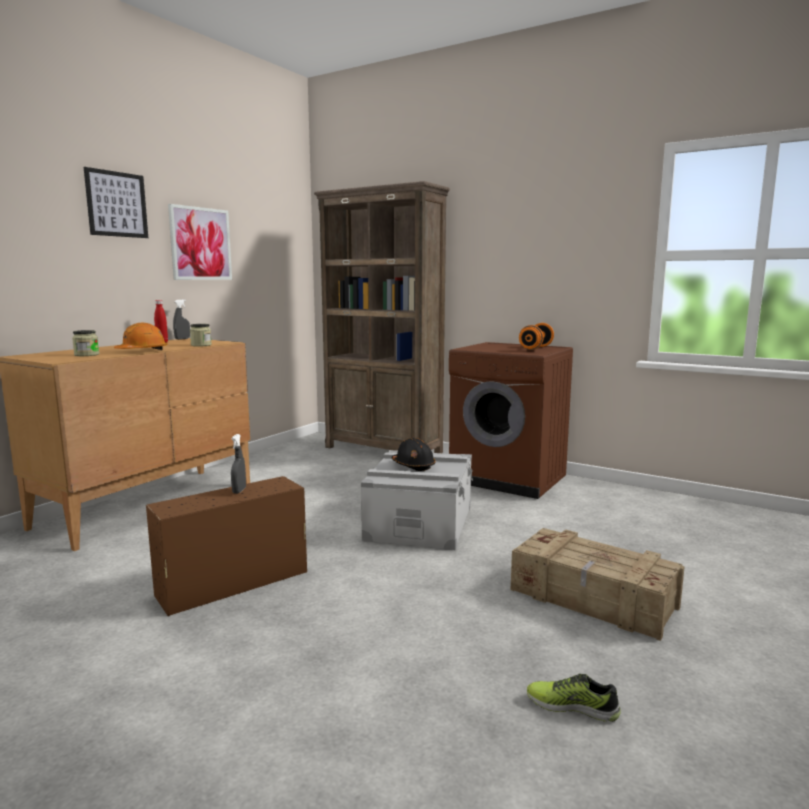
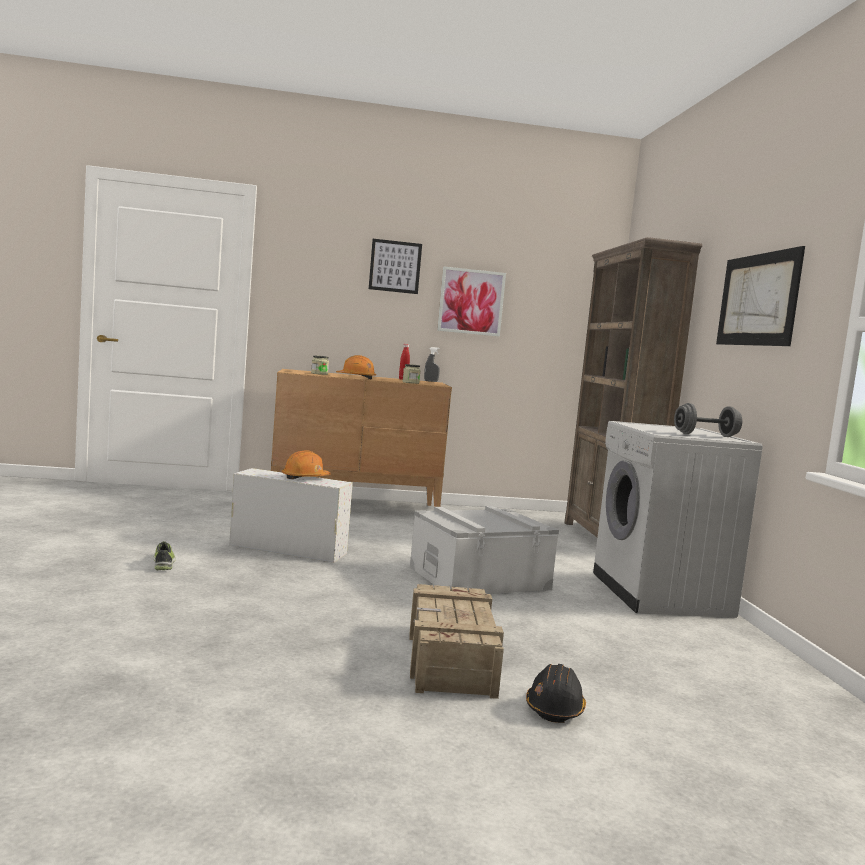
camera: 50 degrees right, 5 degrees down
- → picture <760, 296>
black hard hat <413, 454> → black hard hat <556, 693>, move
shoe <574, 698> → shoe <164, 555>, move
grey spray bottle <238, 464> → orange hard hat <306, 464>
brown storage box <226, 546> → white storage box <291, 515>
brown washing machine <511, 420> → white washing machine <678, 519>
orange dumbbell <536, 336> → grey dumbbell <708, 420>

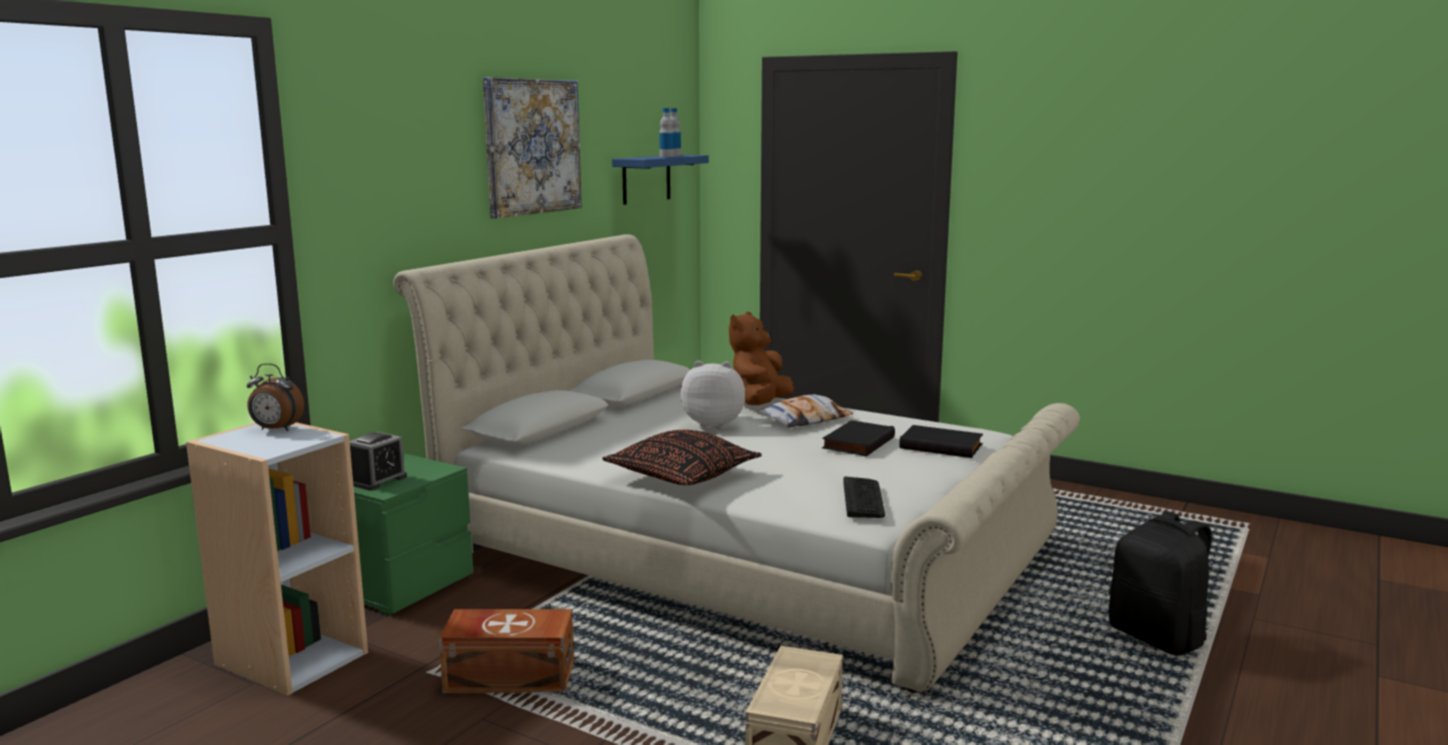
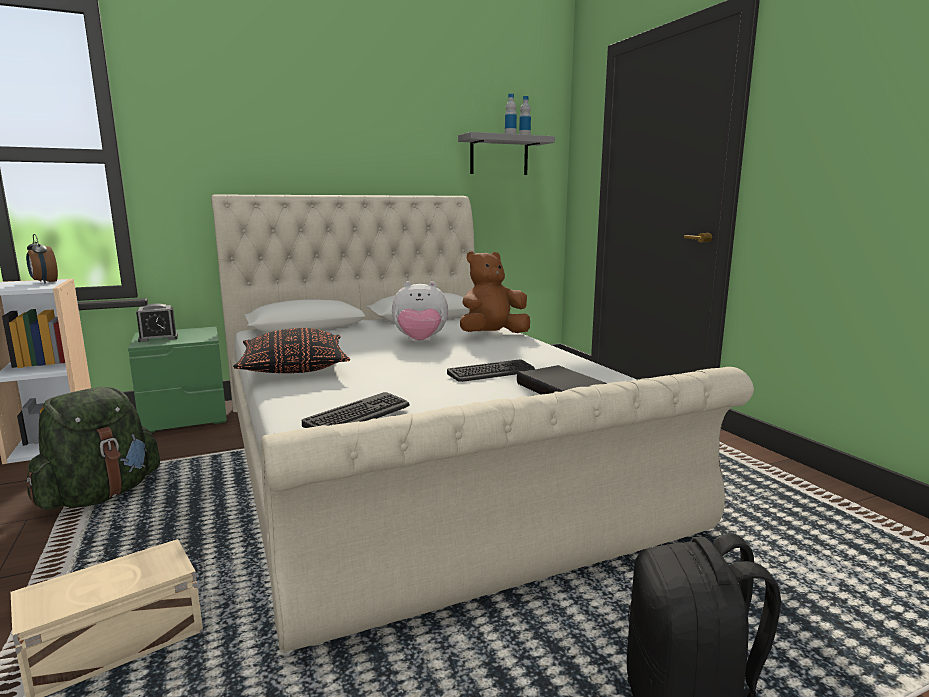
camera: 35 degrees right, 0 degrees up
picture <532, 148> → -
pillow <805, 411> → -
brown storage box <506, 651> → green backpack <93, 448>
black book <858, 438> → keyboard <491, 370>
blue shelf <660, 180> → grey shelf <506, 153>
plush toy <713, 395> → plush toy <420, 311>, 135 degrees clockwise

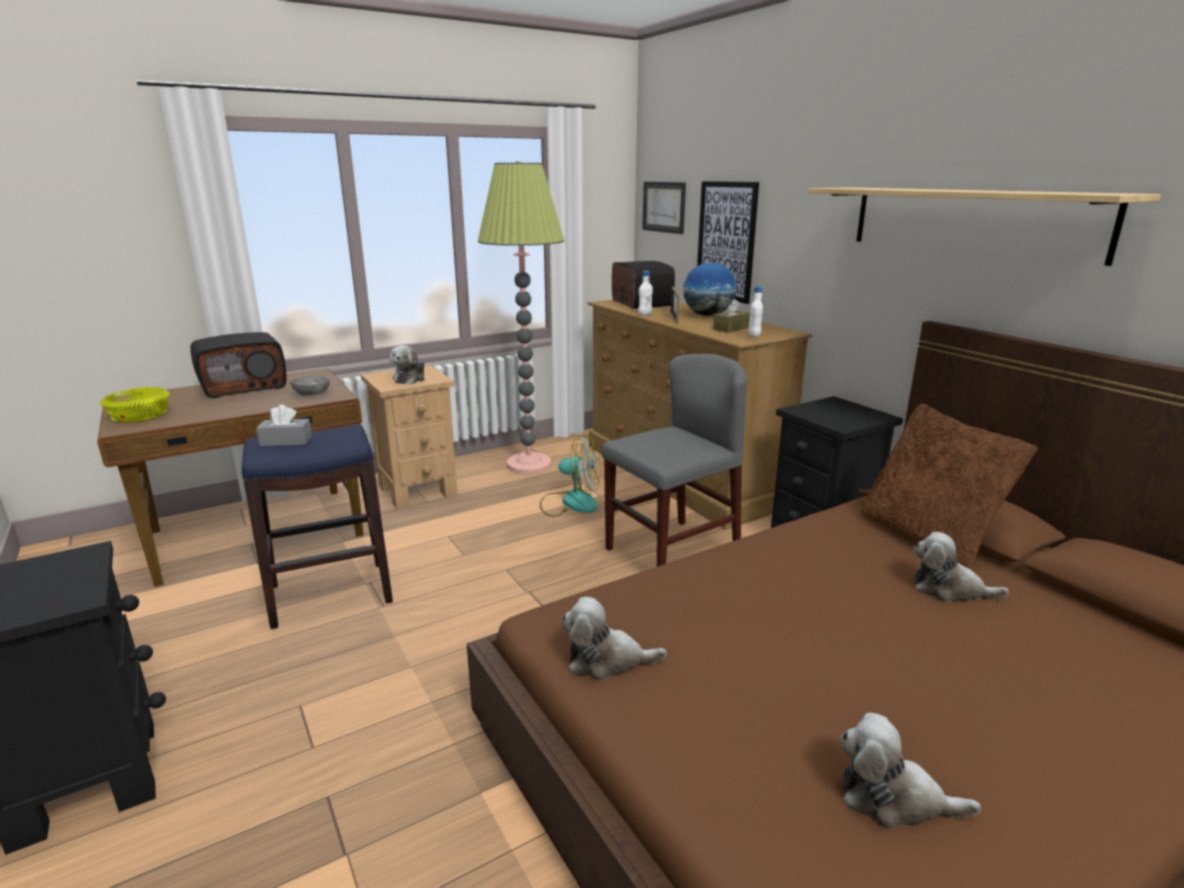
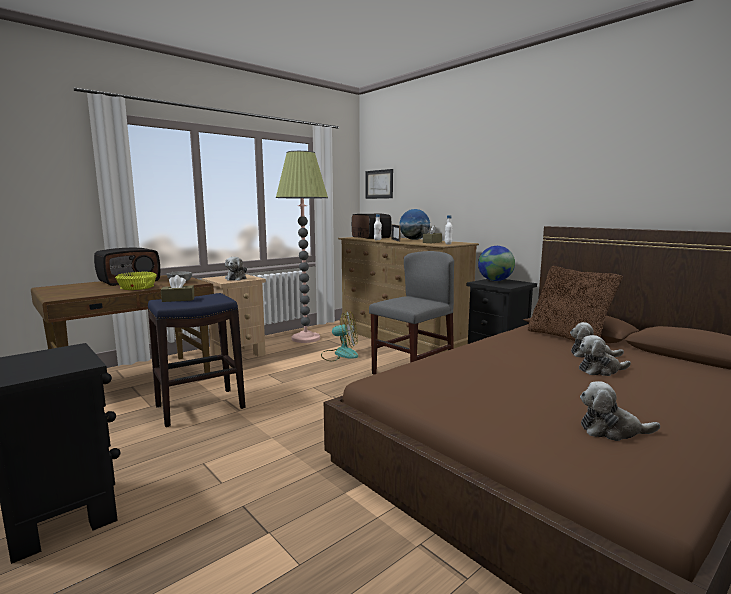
camera: 10 degrees left, 10 degrees down
picture <728, 242> → -
shelf <984, 226> → -
- → globe <496, 263>
yellow bowl <135, 404> → yellow bowl <136, 281>, move
plush toy <614, 639> → plush toy <605, 355>, move
grey tissue box <284, 425> → brown tissue box <177, 288>

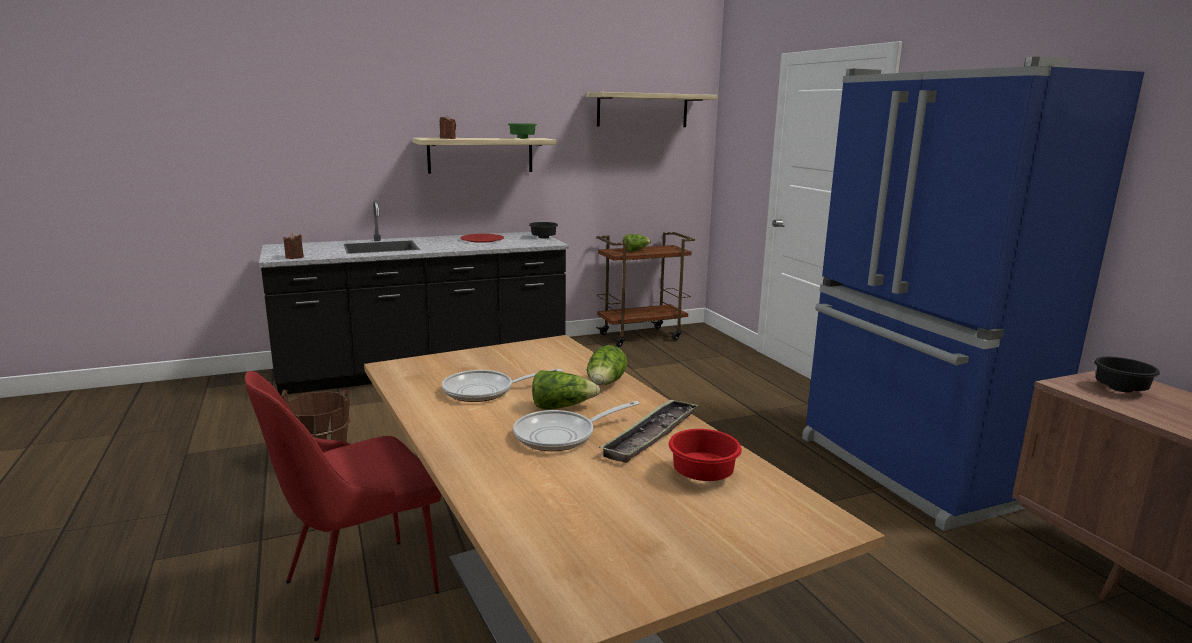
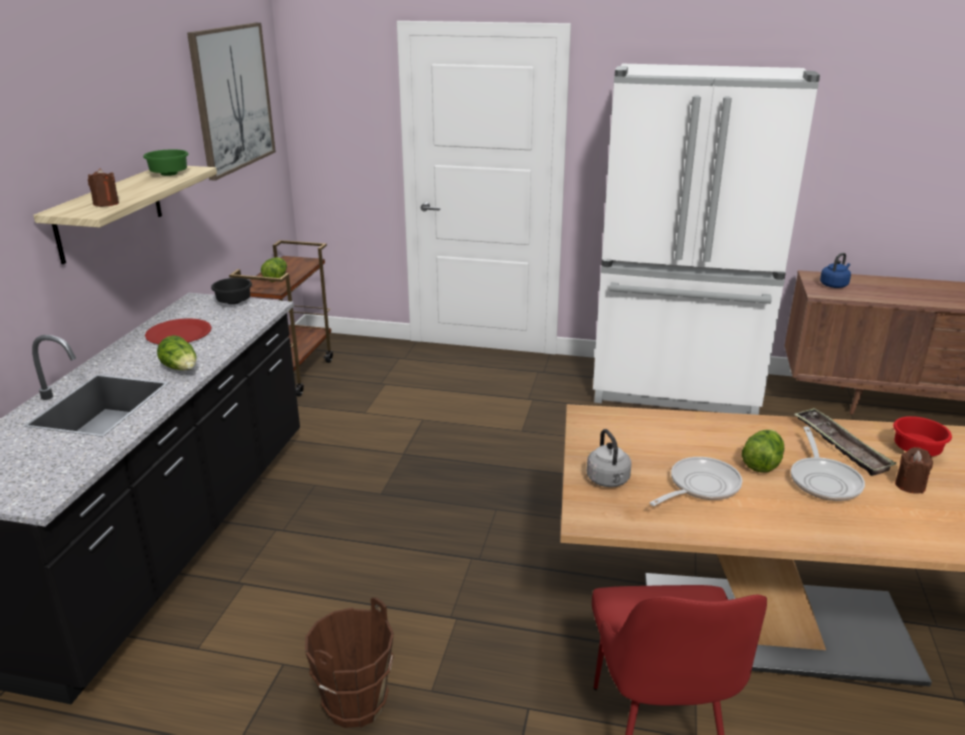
camera: 55 degrees left, 10 degrees up
- → grey kettle <608, 458>
brown candle <293, 246> → brown candle <914, 470>, move
lettuce <607, 365> → lettuce <176, 352>, move
shelf <651, 109> → picture <231, 102>
black bowl <1127, 374> → blue kettle <835, 270>
blue fridge <973, 294> → white fridge <706, 239>
frying pan <502, 385> → frying pan <695, 481>, 150 degrees counterclockwise

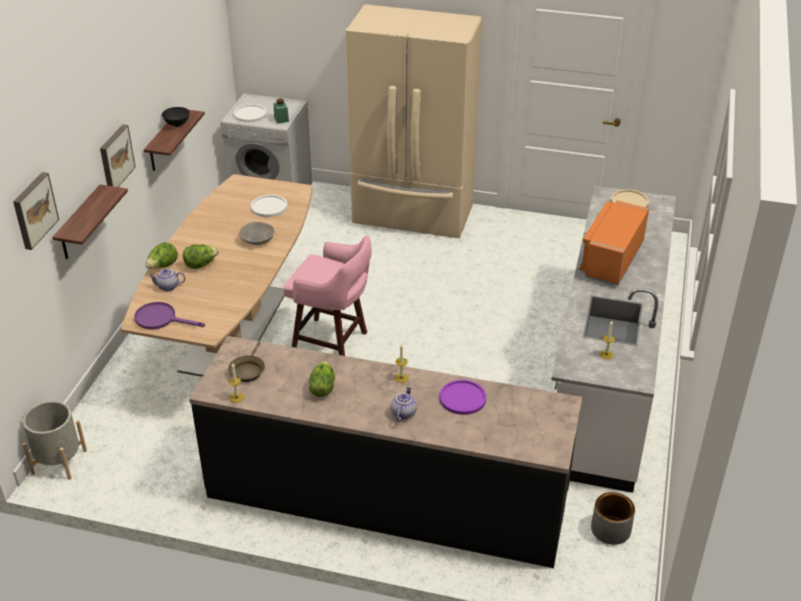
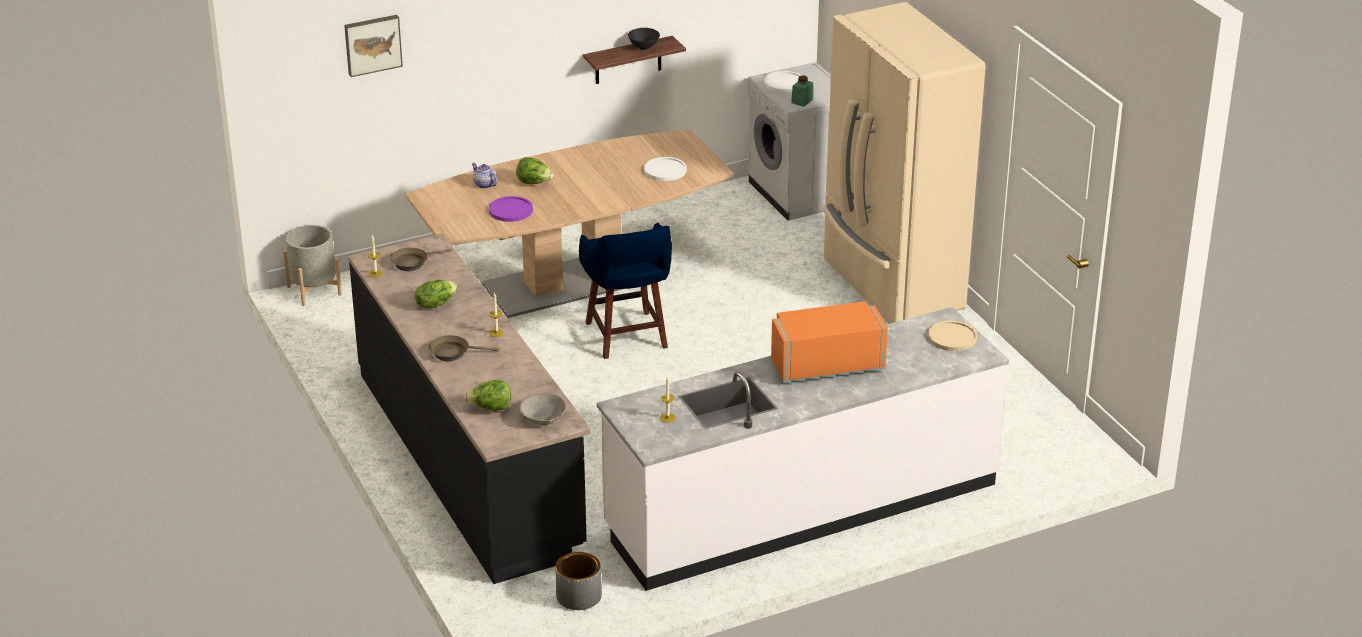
camera: 50 degrees right, 5 degrees down
shelf <90, 222> → -
picture <118, 155> → -
purple frying pan <169, 315> → -
lettuce <161, 255> → lettuce <487, 395>, move
grey bowl <257, 233> → grey bowl <543, 409>, move
purple plate <463, 397> → purple plate <511, 209>, move
teapot <404, 403> → brown frying pan <464, 348>
pink stool <327, 295> → blue stool <625, 291>

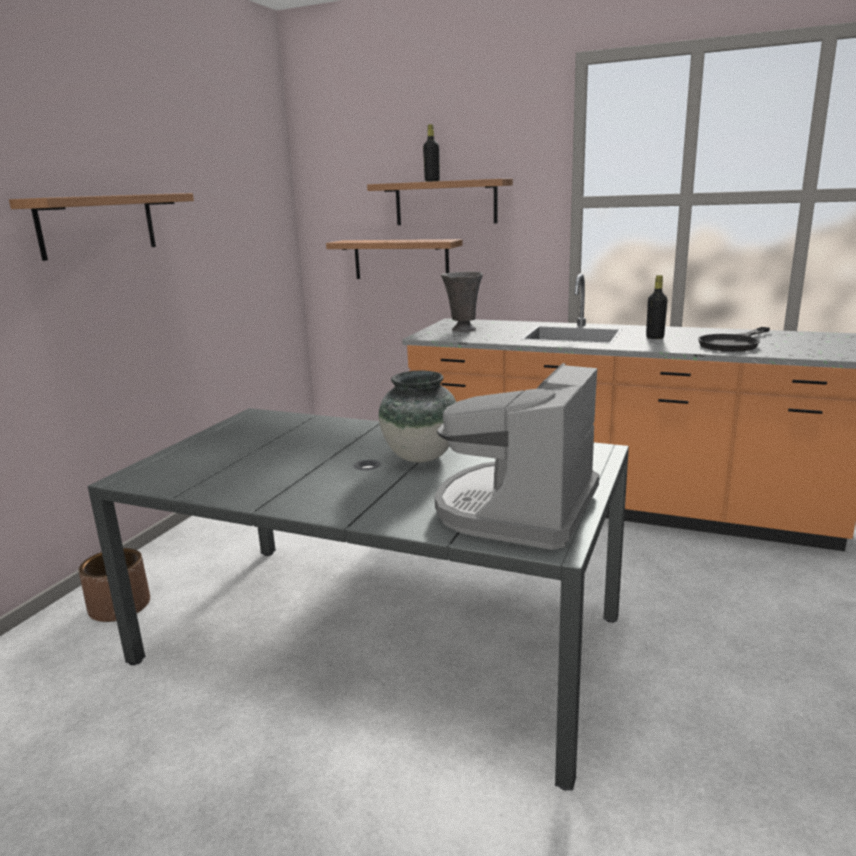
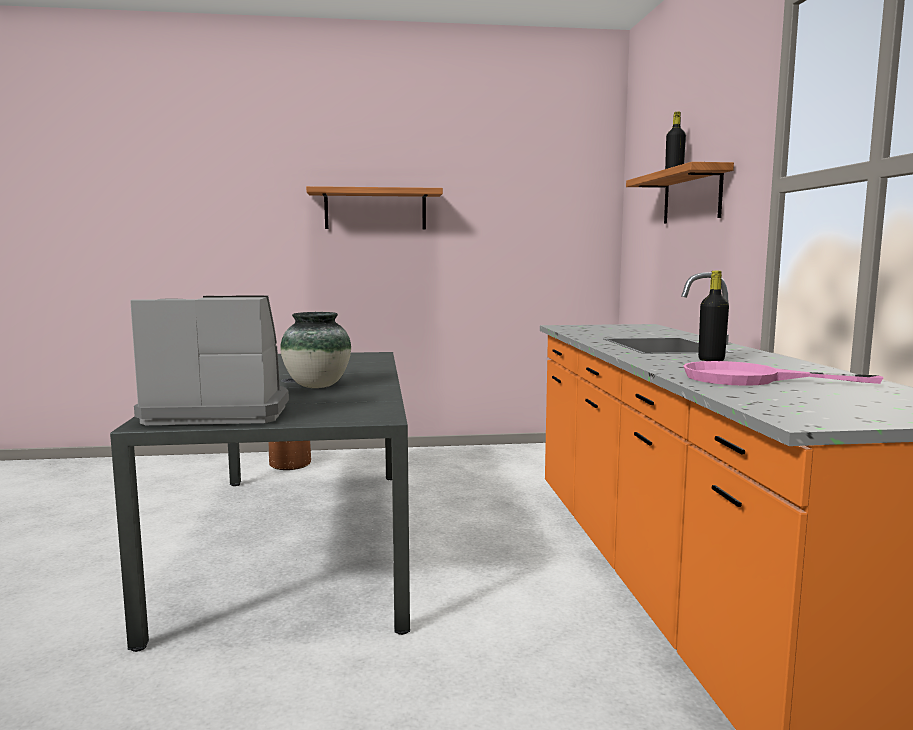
camera: 60 degrees right, 10 degrees down
shelf <394, 259> → -
grey vase <462, 302> → -
black frying pan <734, 339> → pink frying pan <783, 373>

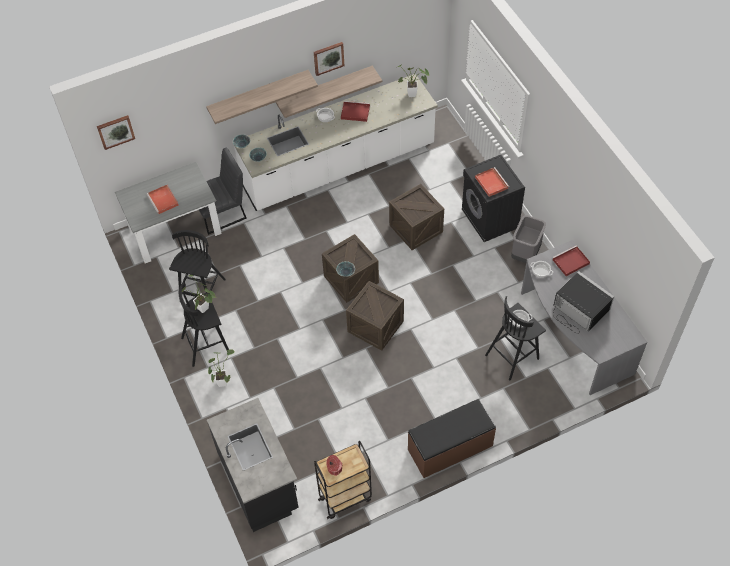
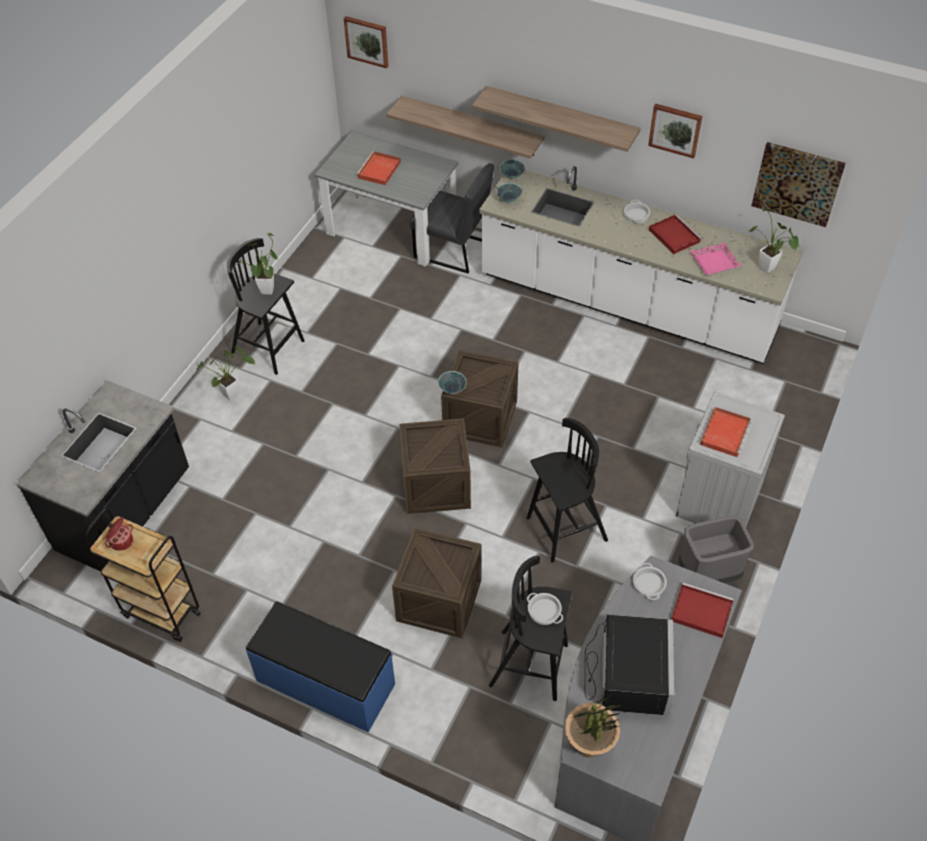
camera: 50 degrees right, 5 degrees down
- → potted plant <593, 727>
- → pink tray <715, 259>
- → picture <798, 184>
black stool <197, 266> → black stool <567, 490>, move
shelf <329, 92> → shelf <466, 127>, move
crate <416, 217> → crate <436, 583>, move
brown bench <452, 438> → blue bench <320, 666>
black washing machine <493, 198> → white washing machine <730, 459>

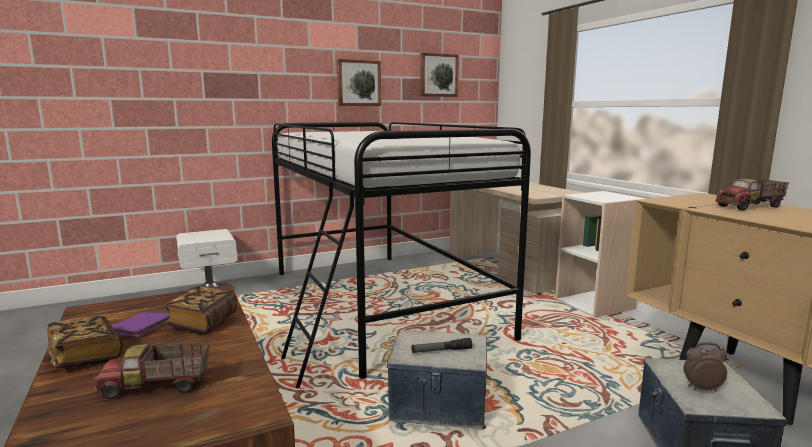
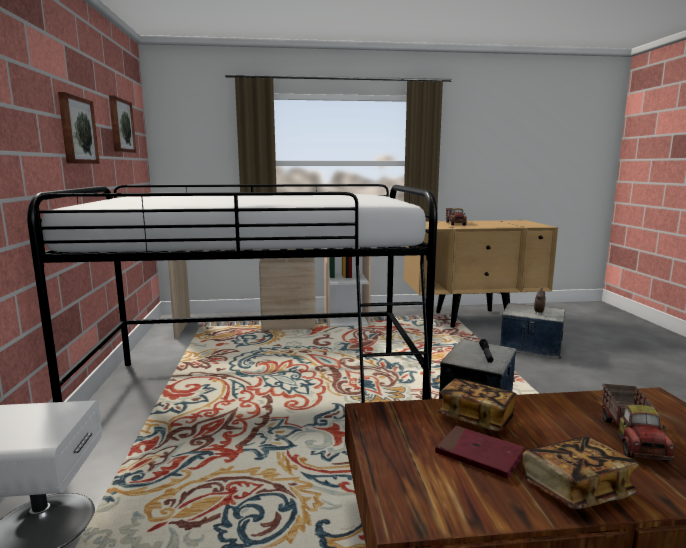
camera: 70 degrees left, 0 degrees up
purple book <141, 322> → red book <480, 452>

